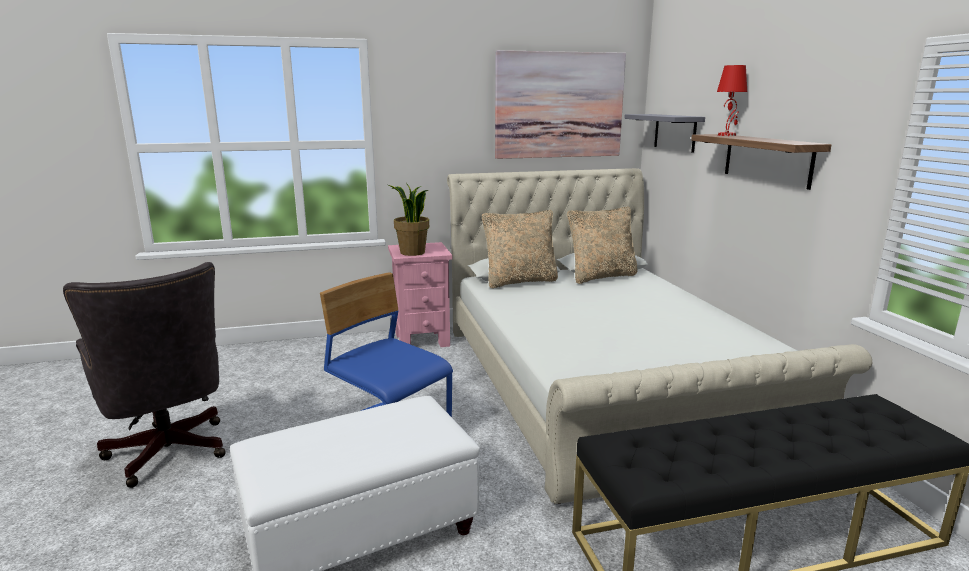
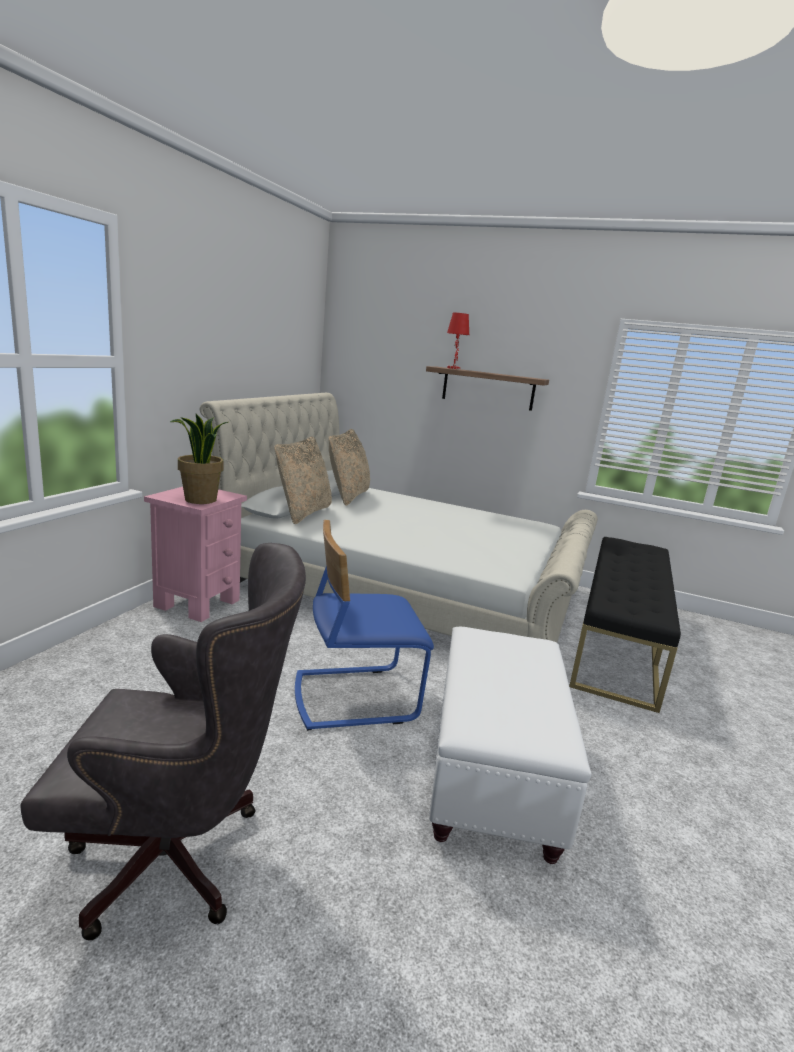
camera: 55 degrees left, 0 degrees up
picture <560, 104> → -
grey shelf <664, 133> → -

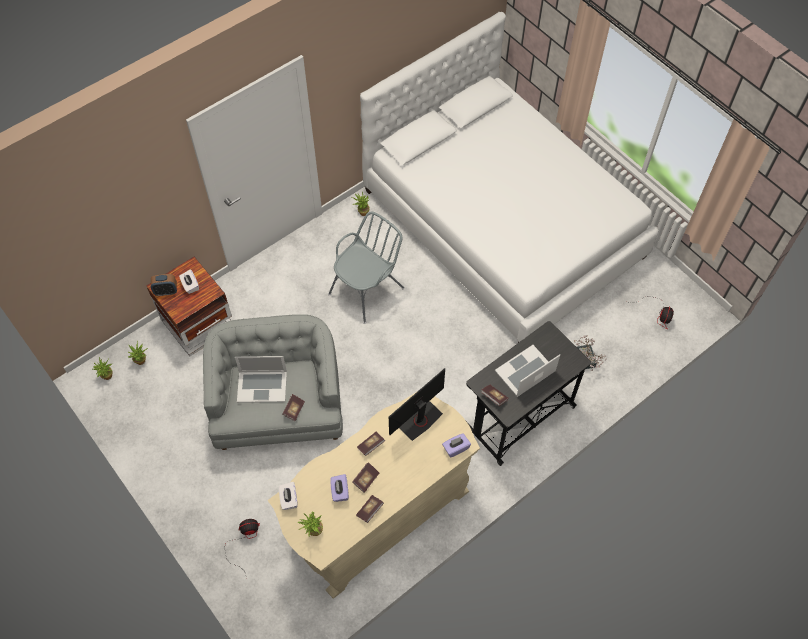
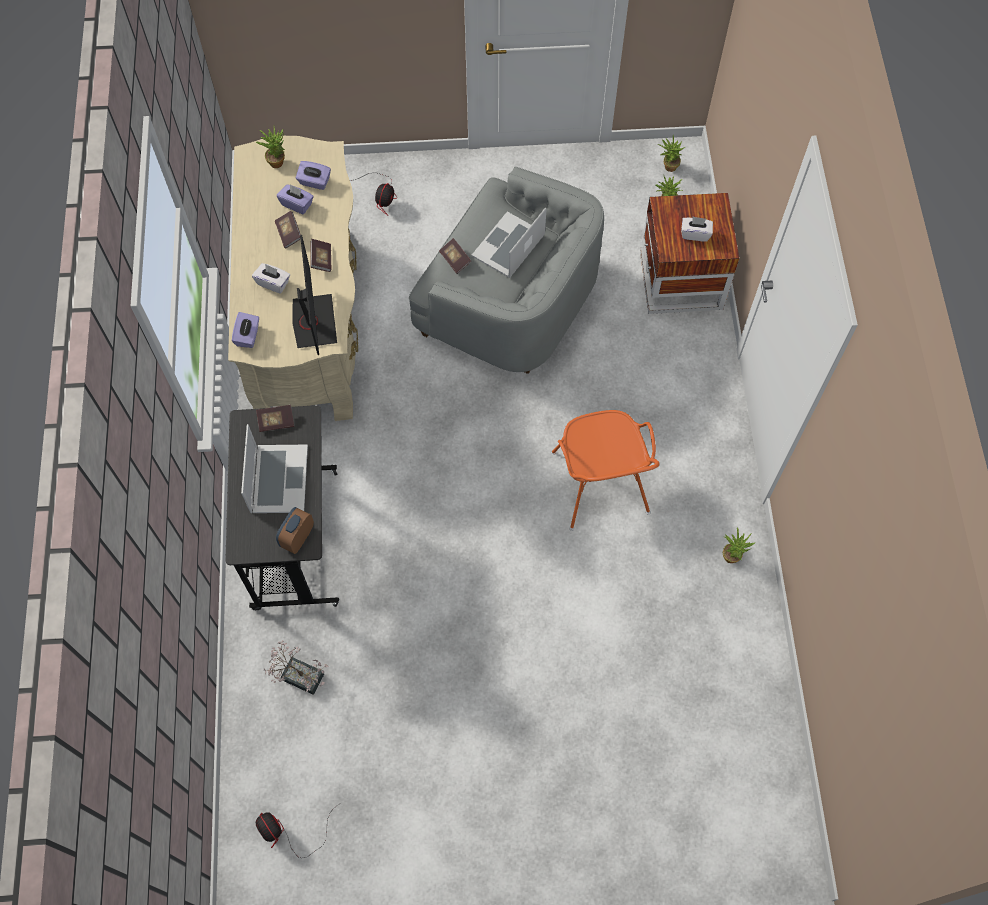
camera: 125 degrees right, 5 degrees up
book <370, 509> → -
white bed <509, 177> → -
- → purple tissue box <313, 175>
alarm clock <164, 285> → alarm clock <295, 530>, move
white tissue box <288, 496> → white tissue box <271, 278>, move
grey chair <366, 267> → orange chair <605, 470>

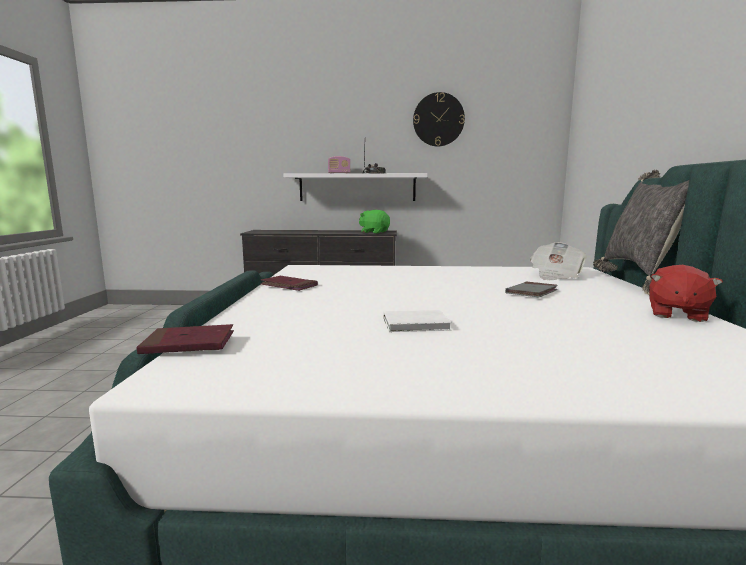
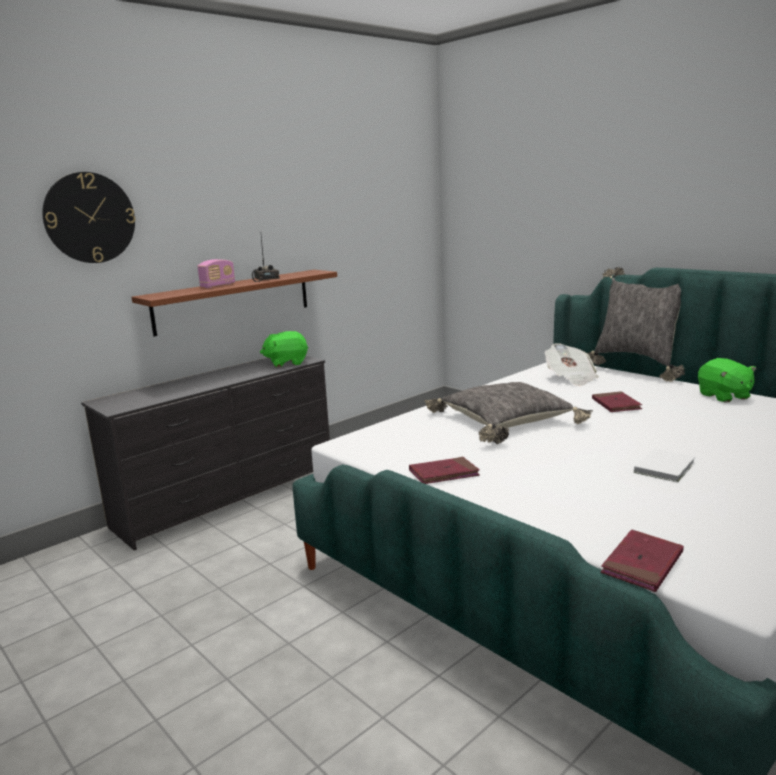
camera: 45 degrees left, 5 degrees up
- → pillow <509, 413>
wall clock <439, 119> → wall clock <88, 217>, move
white shelf <355, 187> → brown shelf <234, 303>
grey book <531, 289> → red book <617, 401>
red plush toy <686, 293> → green plush toy <727, 380>

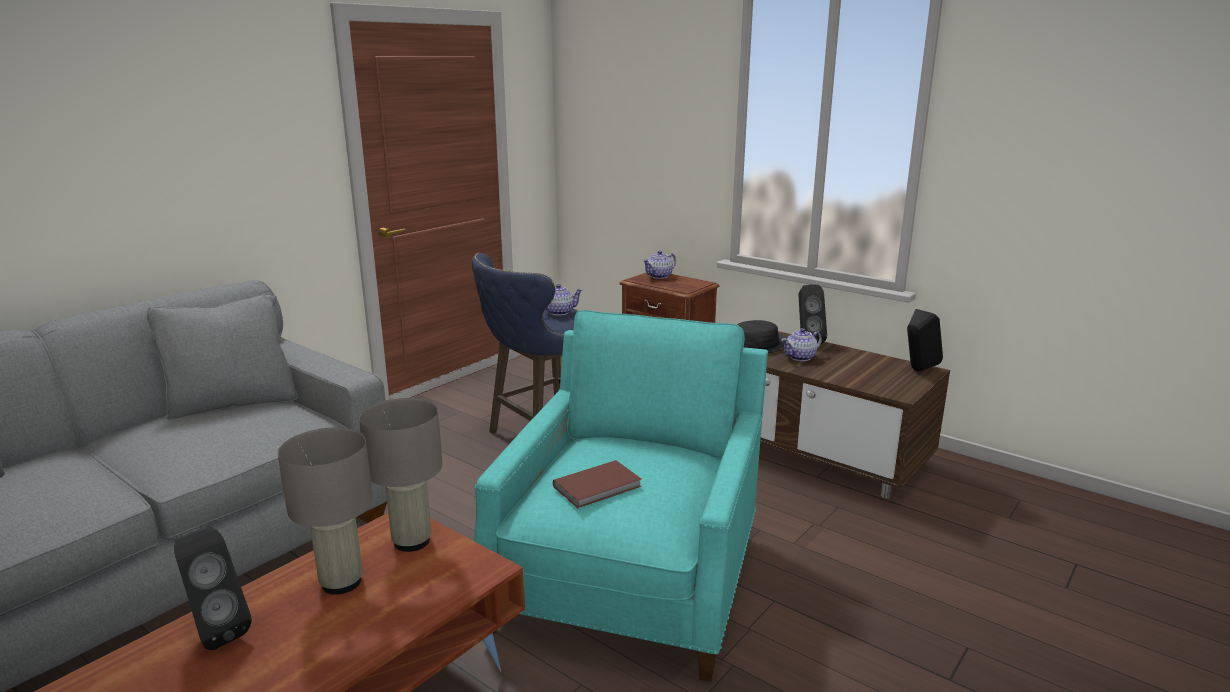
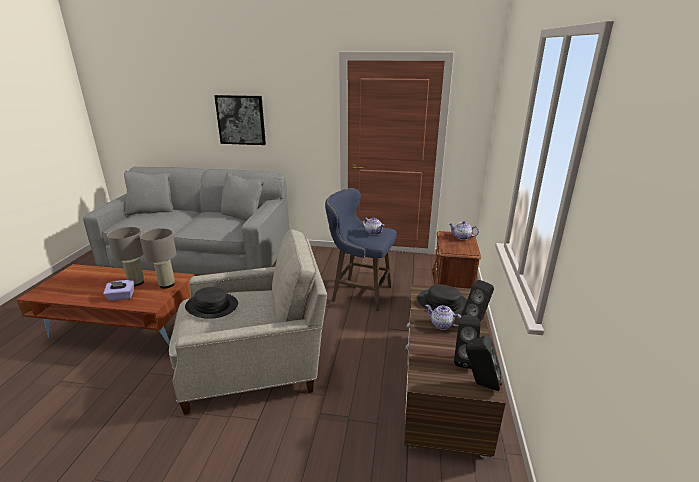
camera: 60 degrees right, 5 degrees up
- → purple tissue box <118, 290>
- → picture <240, 120>
black speaker <213, 588> → black speaker <467, 342>, move
brown book <597, 484> → black hat <211, 303>
turquoise armchair <621, 496> → grey armchair <248, 322>

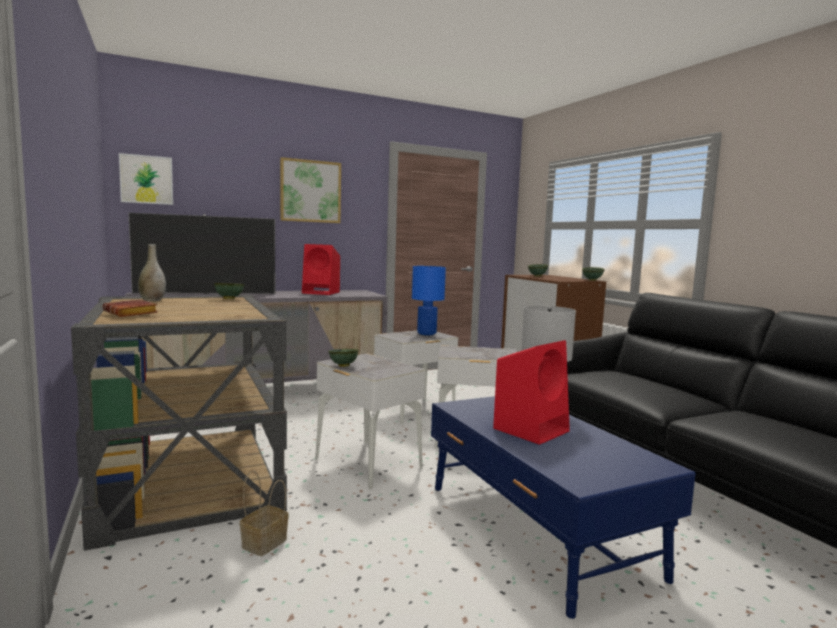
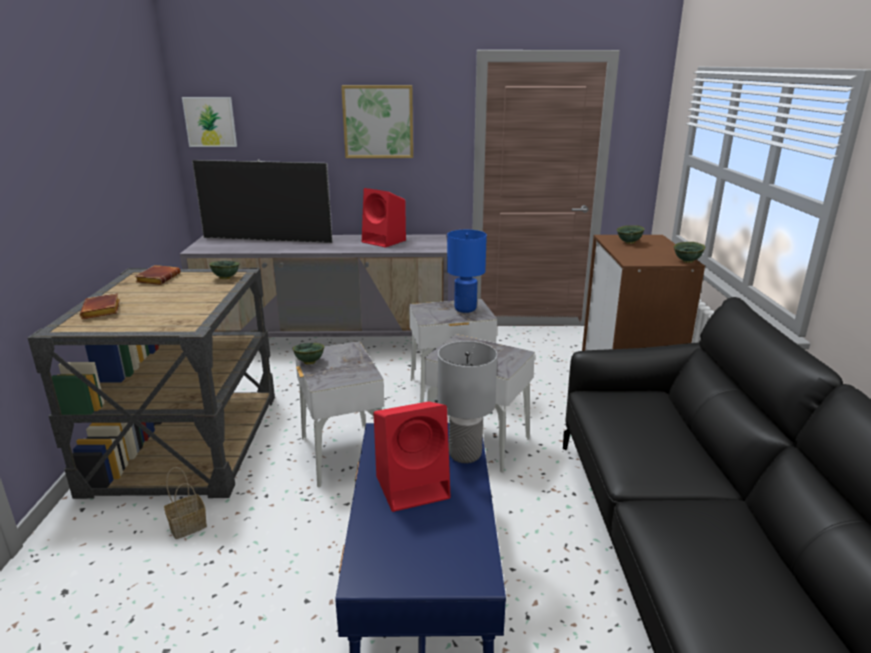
camera: 25 degrees right, 15 degrees up
grey vase <152, 272> → brown book <157, 275>

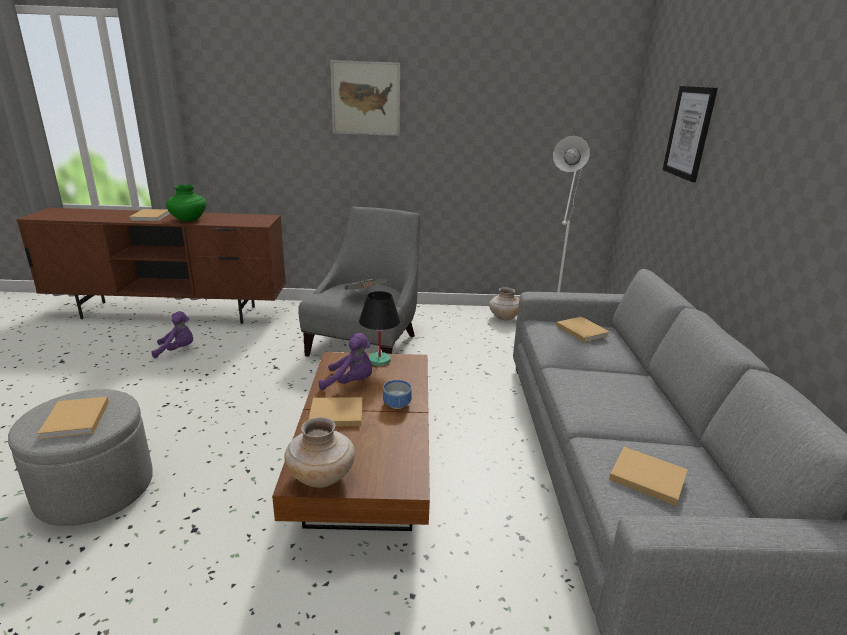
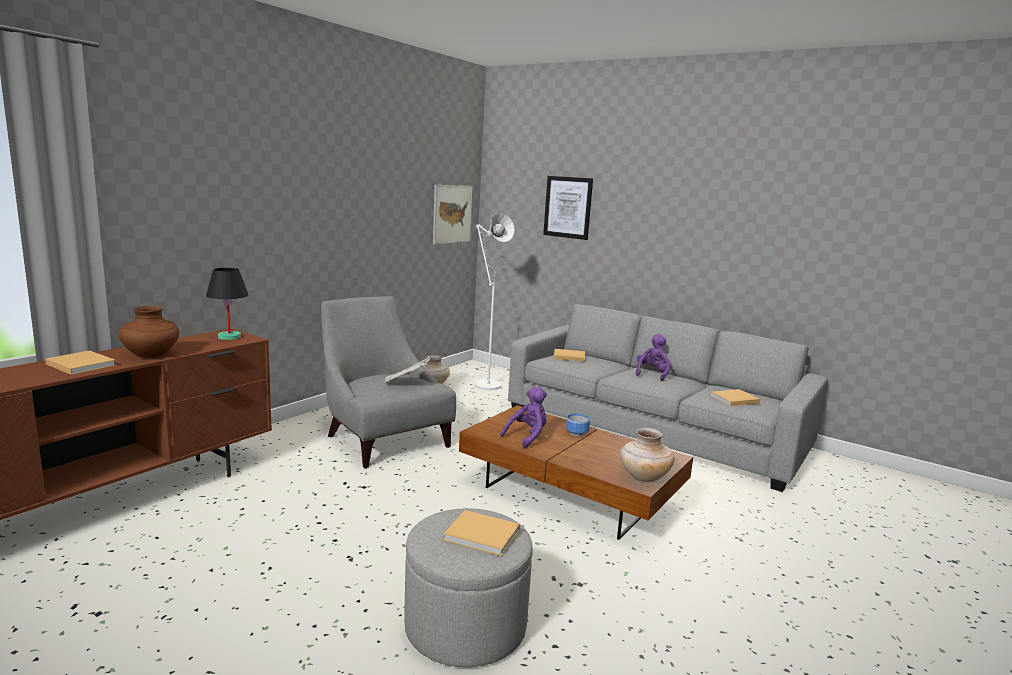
camera: 55 degrees left, 10 degrees down
beige book <336, 411> → -
purple plush toy <172, 334> → purple plush toy <653, 357>, move
picture <365, 98> → picture <453, 214>, move
black table lamp <379, 328> → black table lamp <227, 304>, move
green vase <186, 203> → brown vase <149, 332>

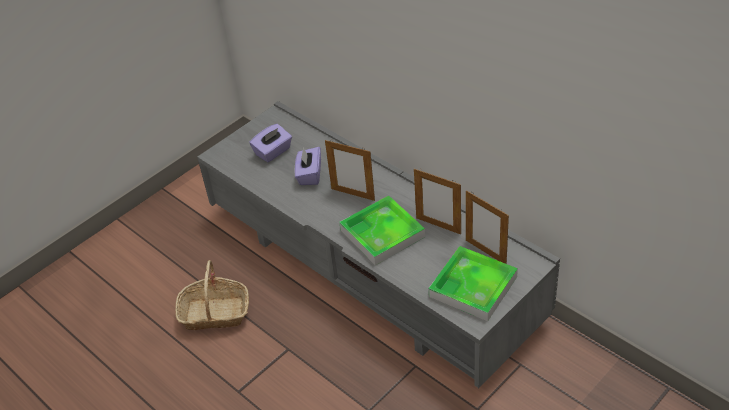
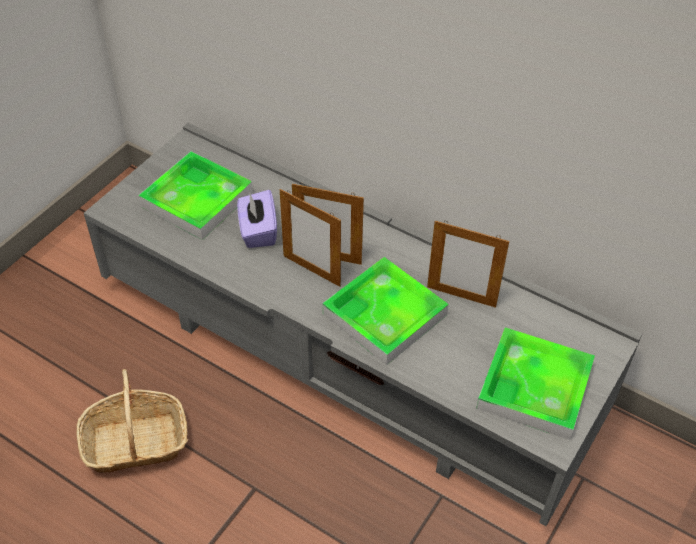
camera: 15 degrees left, 5 degrees up
picture frame <487, 227> → picture frame <310, 238>, move
purple tissue box <270, 143> → tray <195, 195>

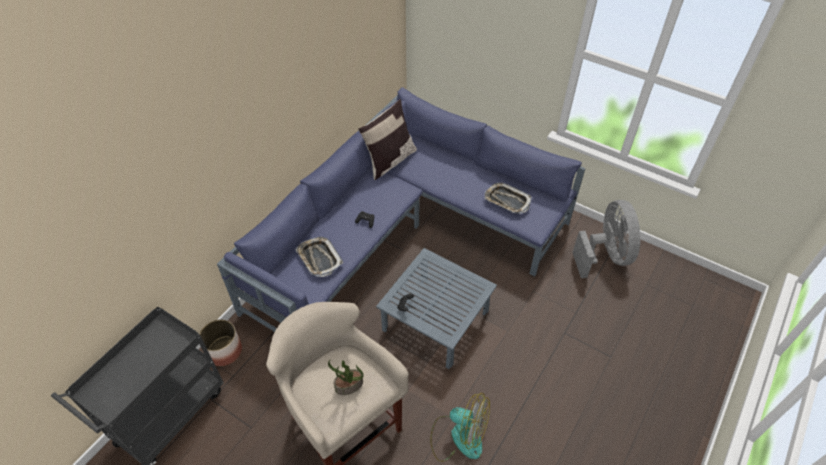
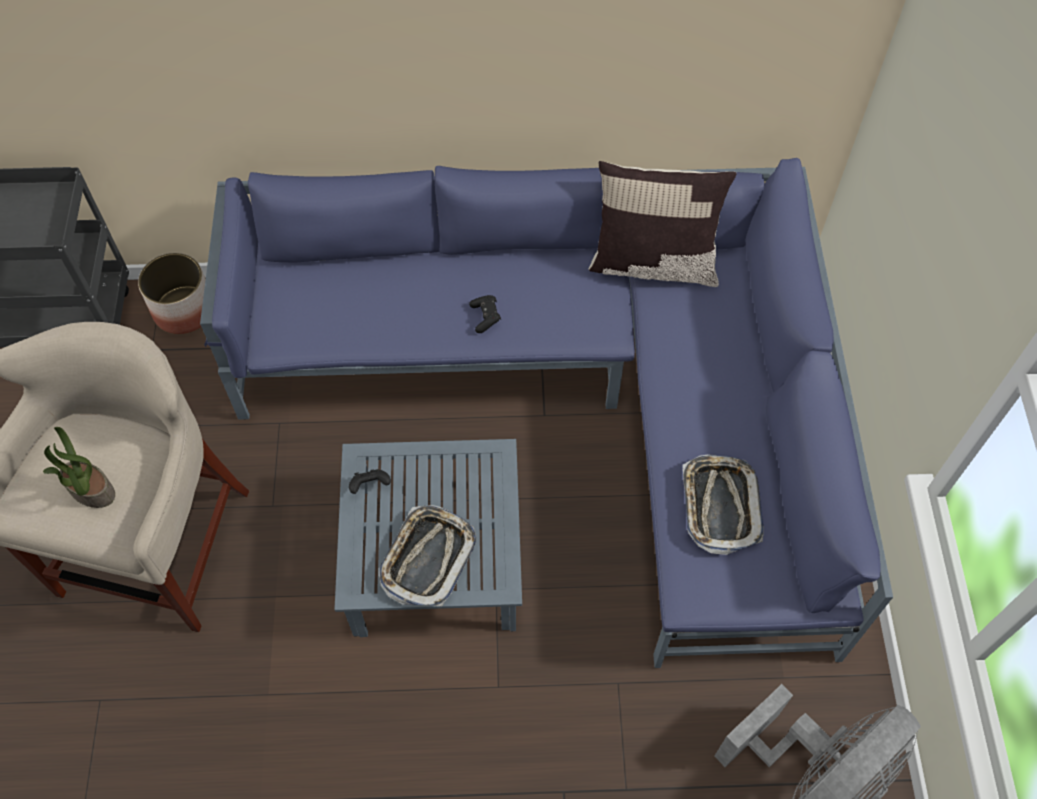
camera: 55 degrees right, 10 degrees up
fan <460, 427> → -
tray <319, 257> → tray <427, 556>, move

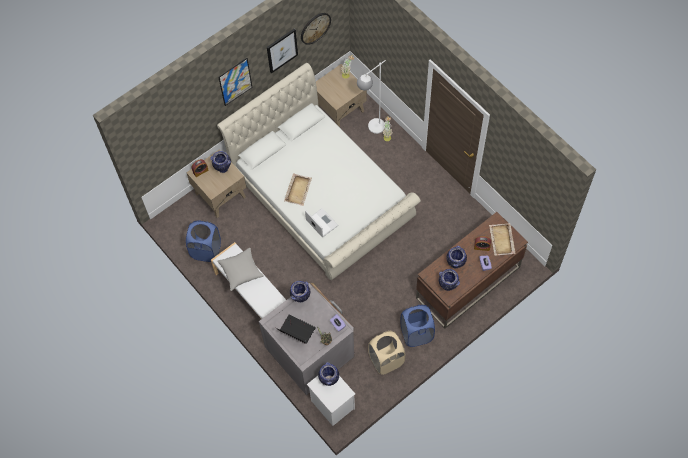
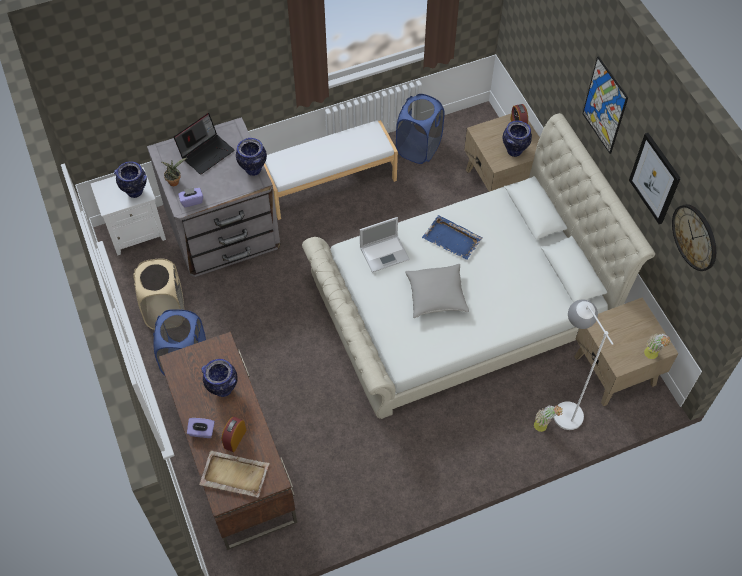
camera: 105 degrees right, 5 degrees down
vase <449, 280> → -
grey pillow <240, 269> → grey pillow <437, 291>, move
beige tray <298, 189> → blue tray <452, 237>

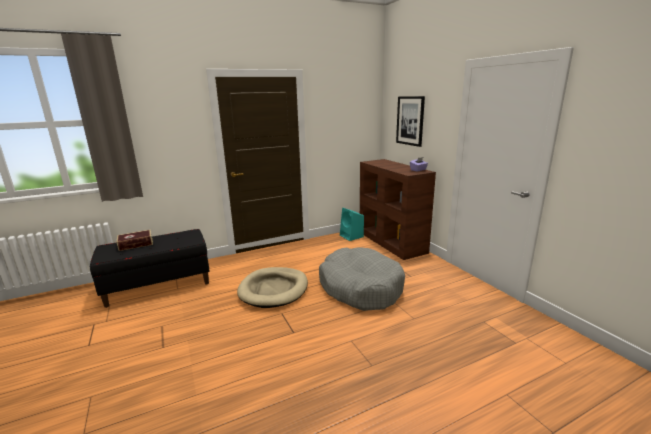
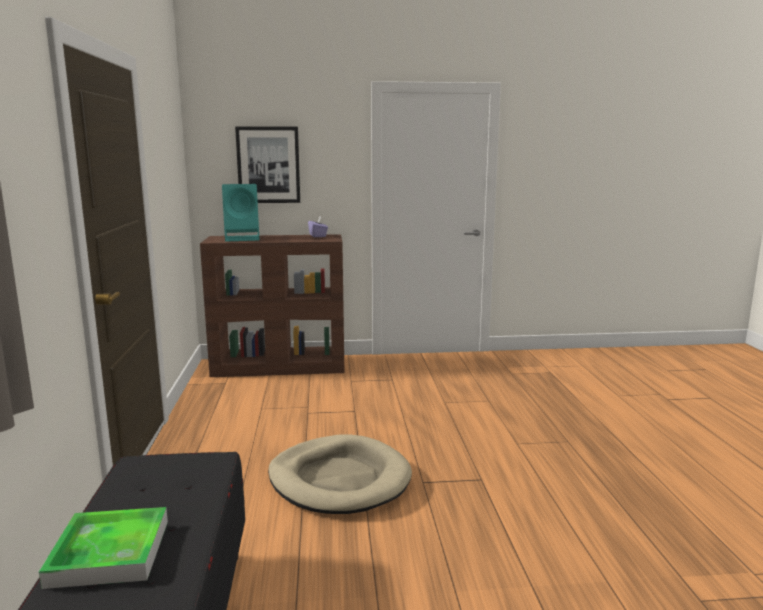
camera: 70 degrees left, 5 degrees down
grey dog bed <362, 279> → -
turquoise speaker <352, 224> → turquoise speaker <240, 212>, move
book <135, 240> → tray <103, 548>

